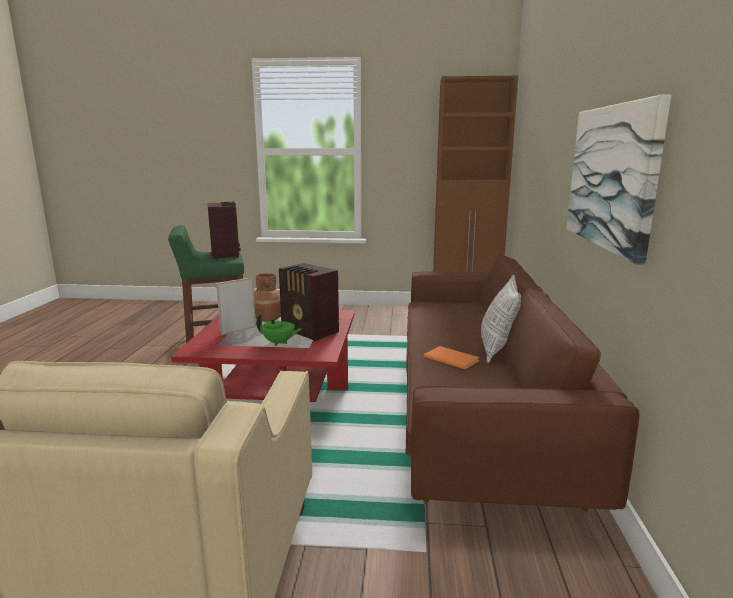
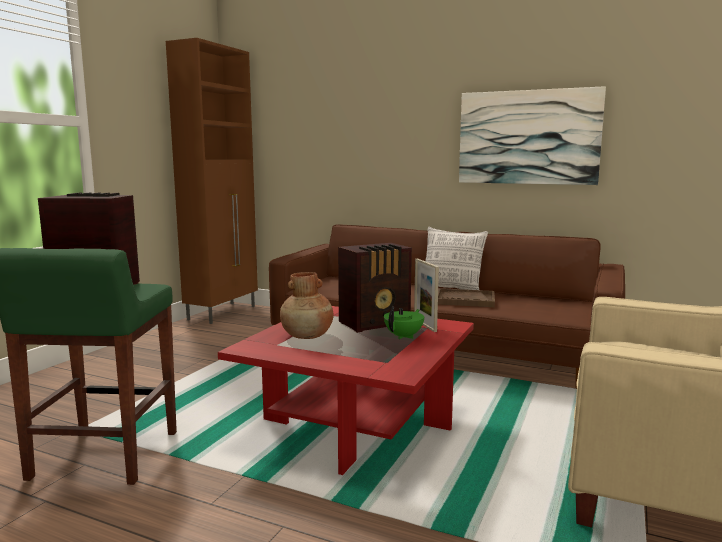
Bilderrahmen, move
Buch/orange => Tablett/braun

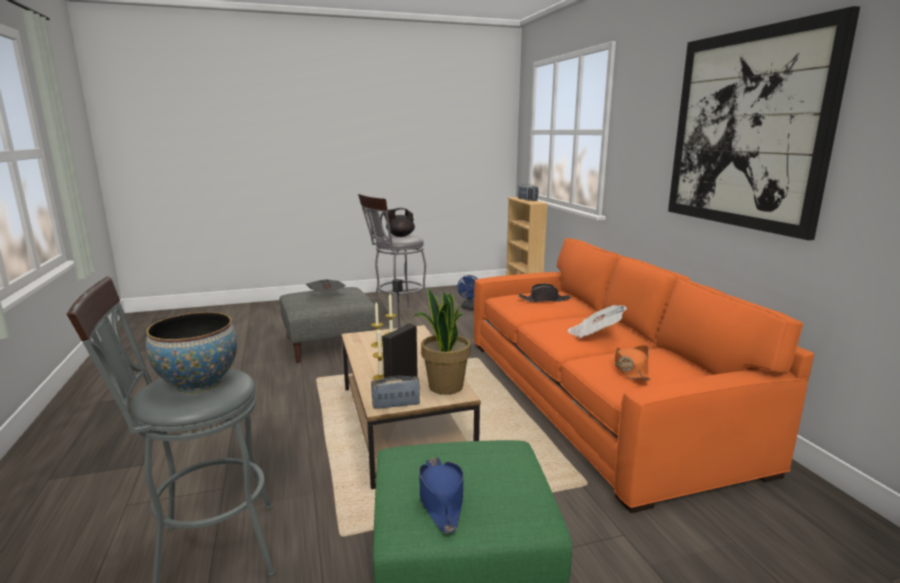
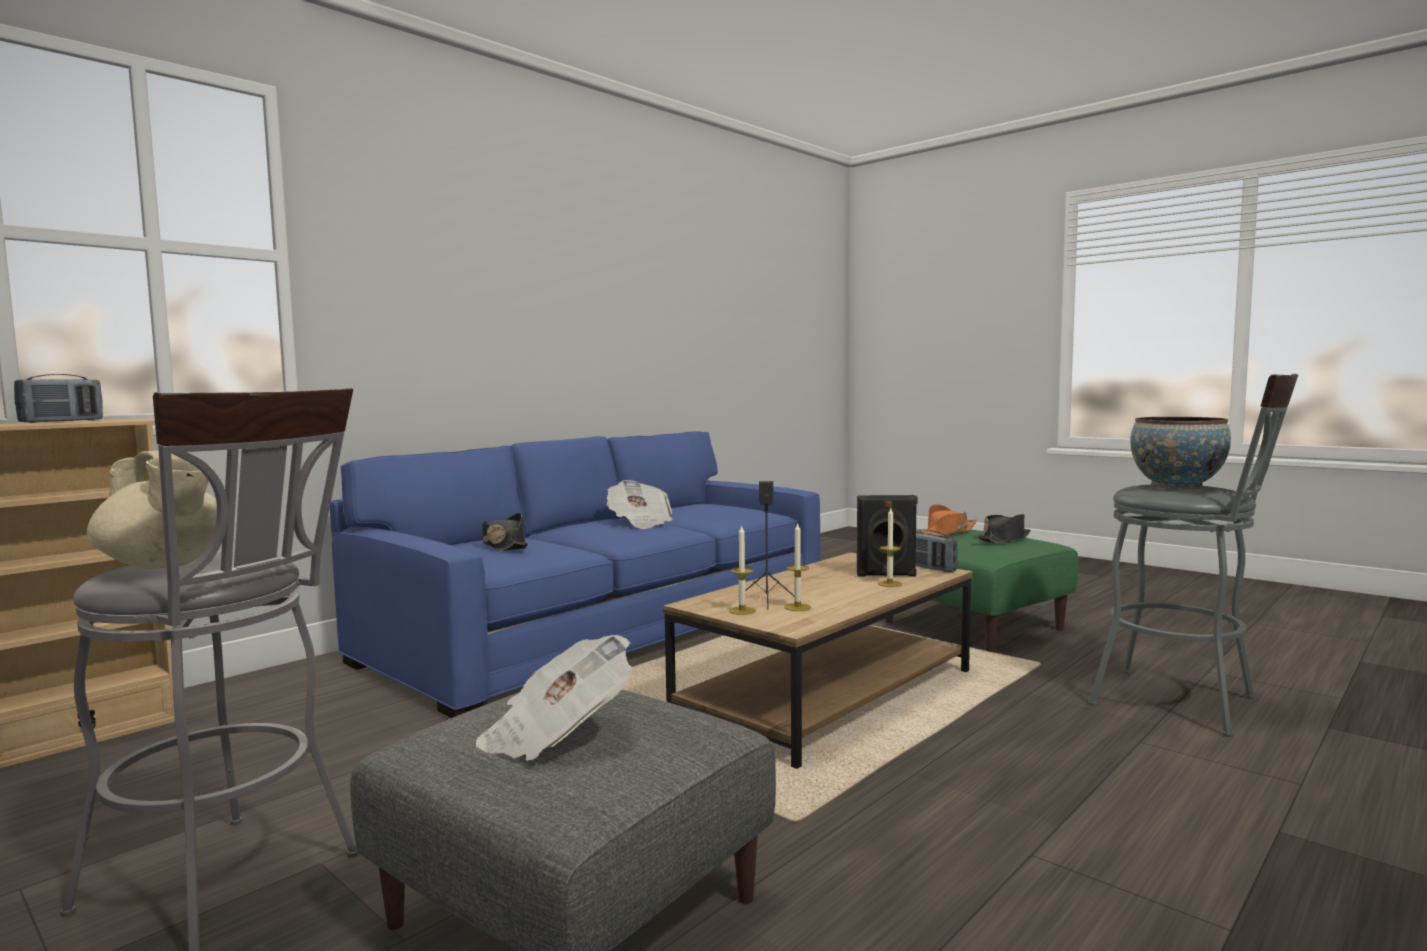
Teekanne/schwarz => Teekanne/beige
Sofa/orange => Sofa/blau
Hut/orange, move
Hut/blau => Hut/schwarz (2nd from left)
Topfpflanze => nothing
Ventilator/blau => nothing
Bild => nothing

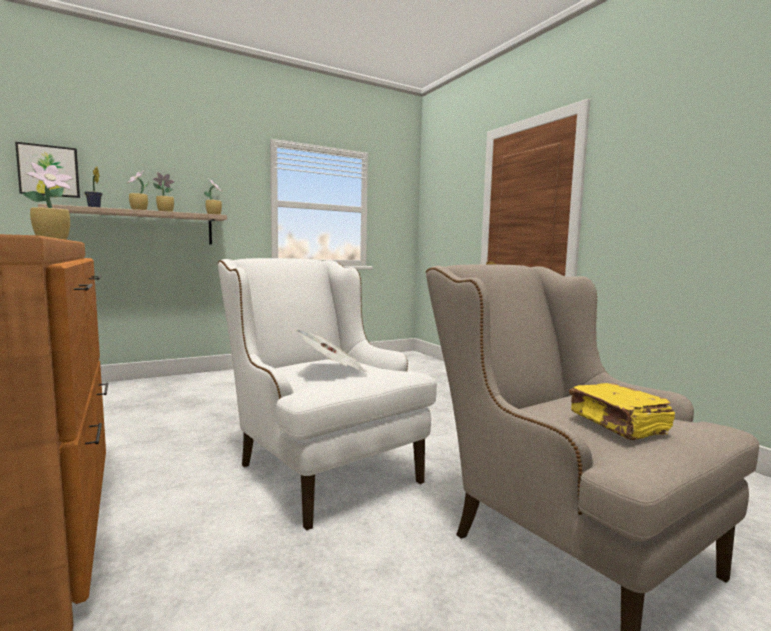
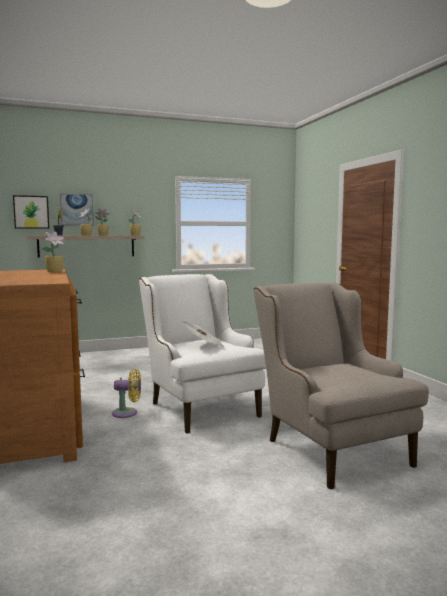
nothing => Bild (2nd from left)
nothing => Ventilator/gelb
Buch/gelb => nothing

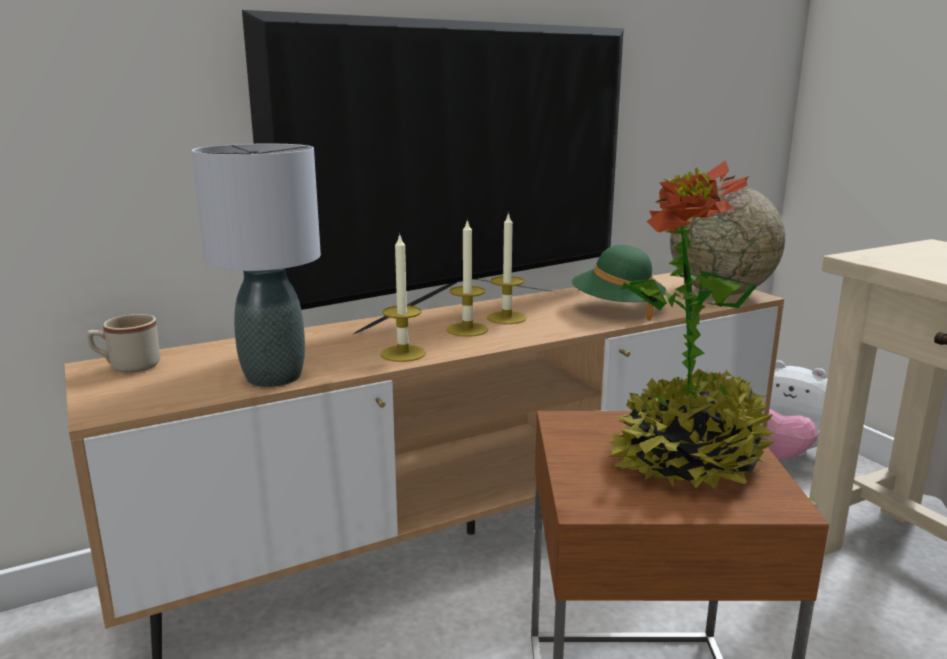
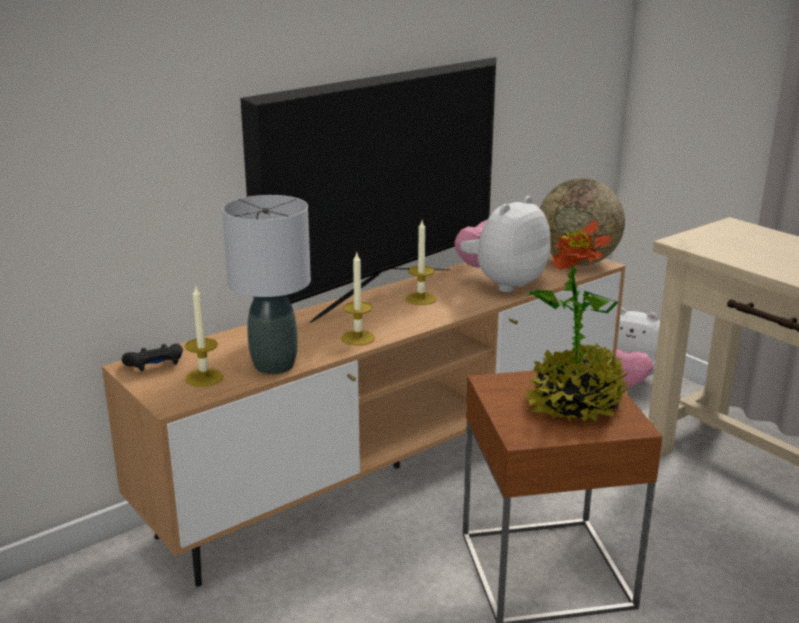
Henkelbecher/beige => Gamepad/schwarz
Kerze (2nd from left in the first image) => Kerze (1st from left), move
Hut/grün => Plüschtier (1st from left)

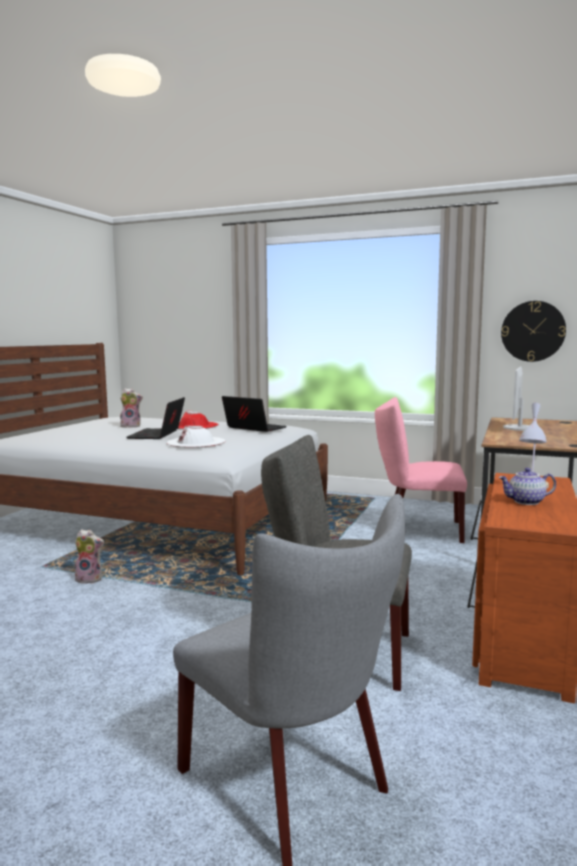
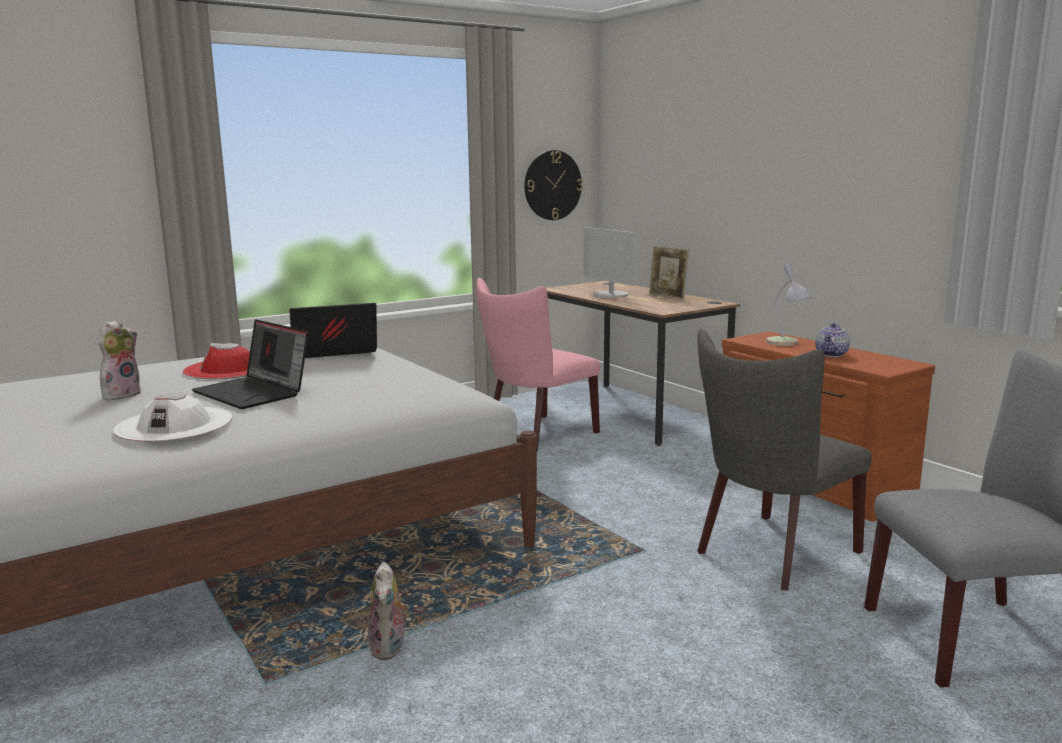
Hut/weiß, move
Plüschtier (1st from left in the first image) => Plüschtier (2nd from left), 135 degrees clockwise
nothing => Bilderrahmen

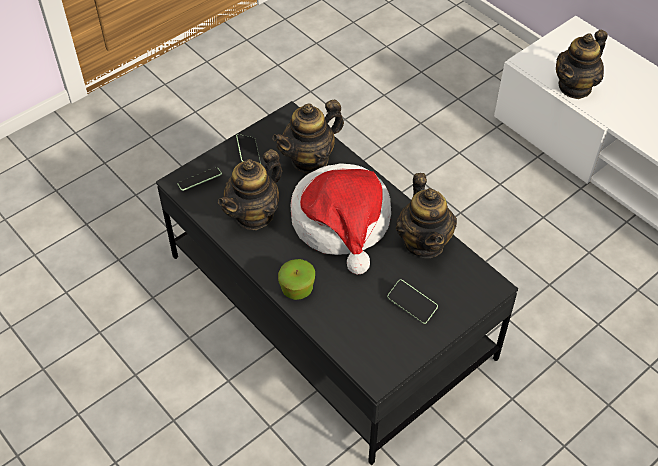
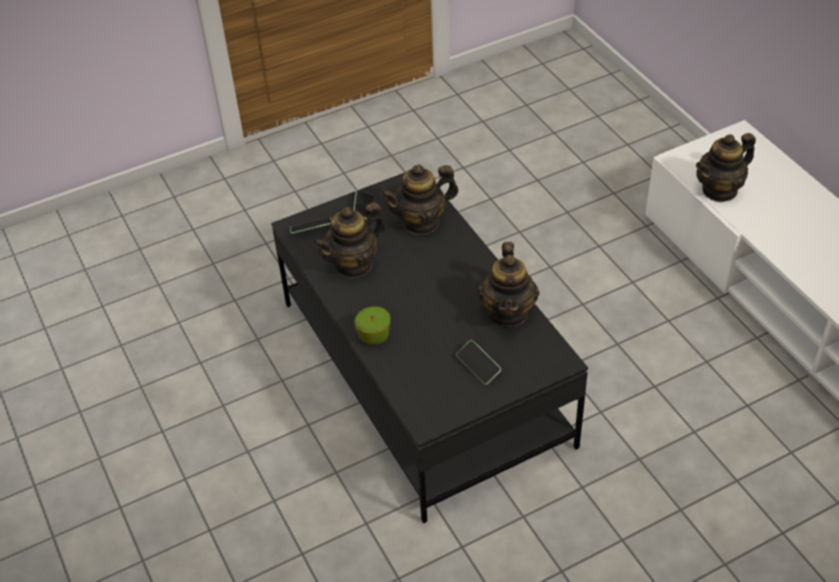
Hut => nothing

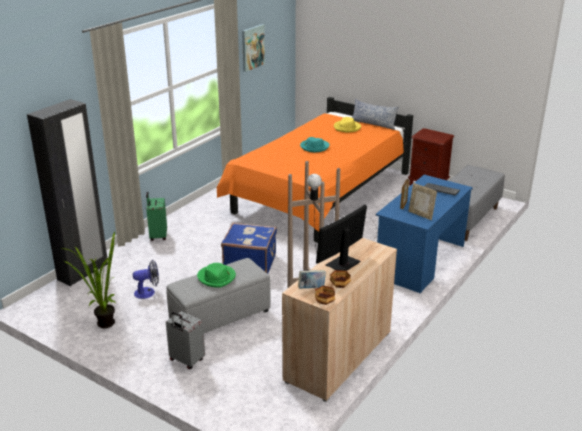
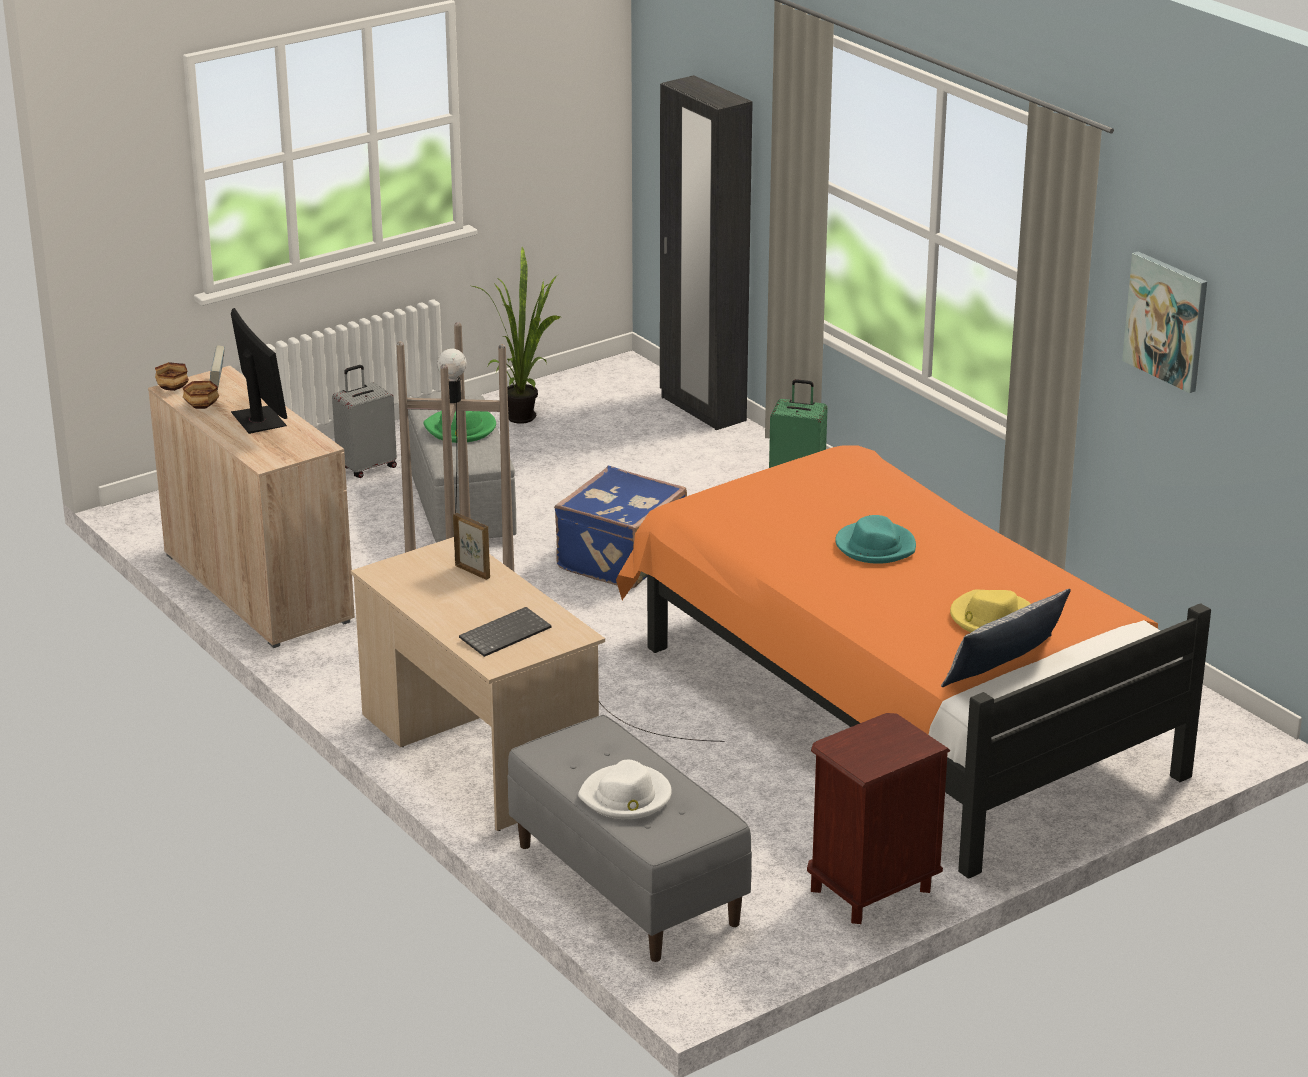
Schreibtisch/blau => Schreibtisch/beige
nothing => Hut/weiß
Ventilator => nothing
Bilderrahmen (2nd from left) => nothing

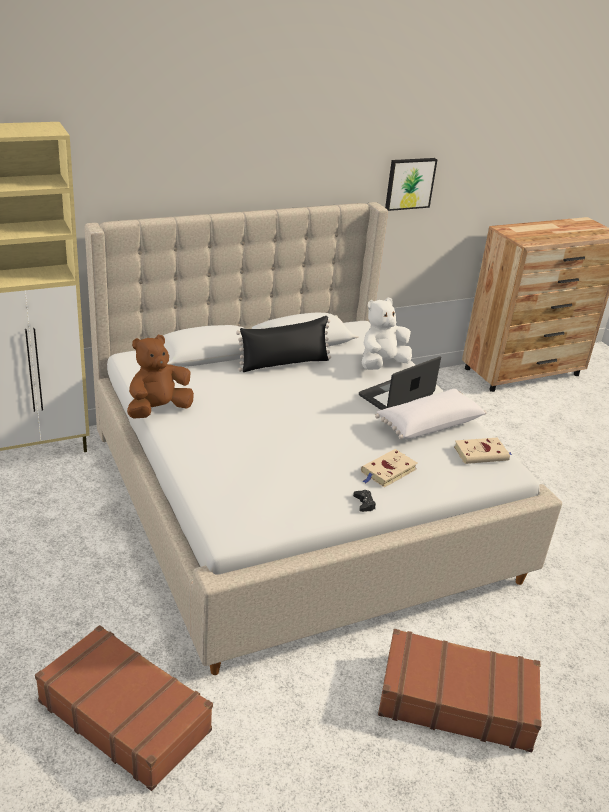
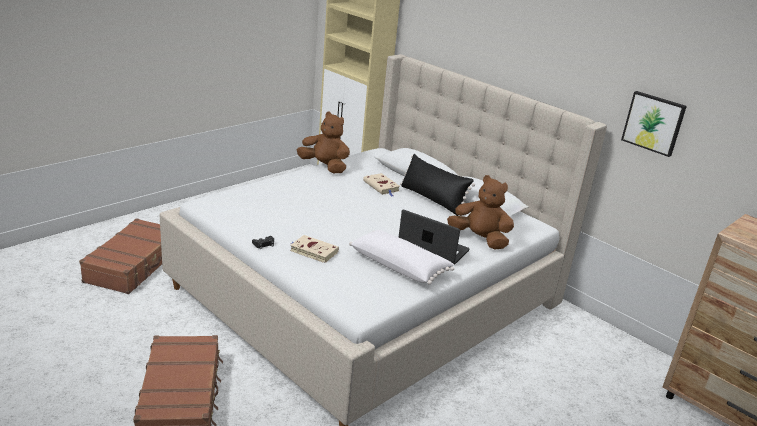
Buch/beige (2nd from left), move
Plüschtier/weiß => Plüschtier/braun (2nd from left)

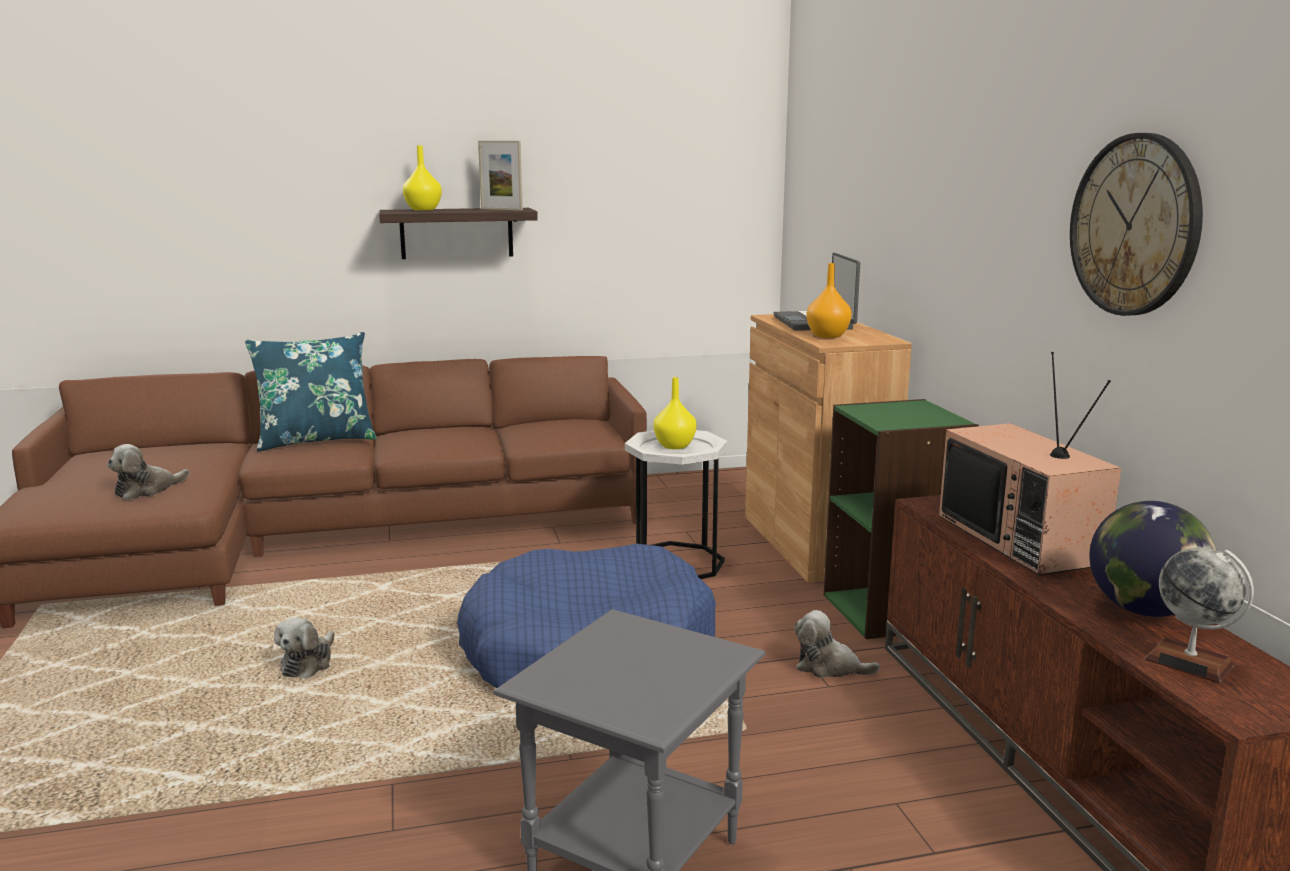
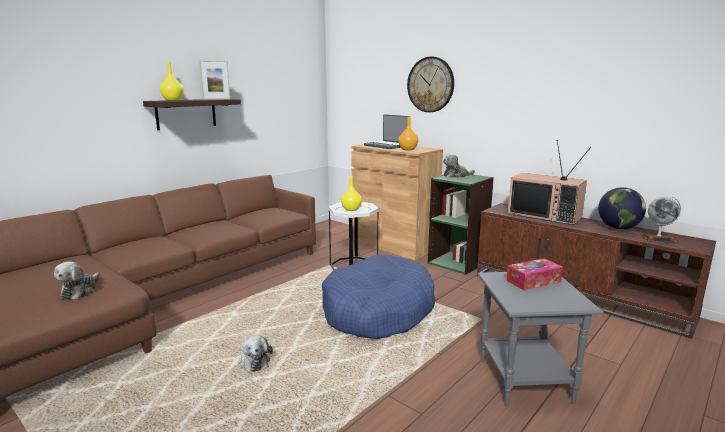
Wanduhr, move
Plüschtier (3rd from left), move
nothing => Taschentuchbox
Kissen/blau => nothing

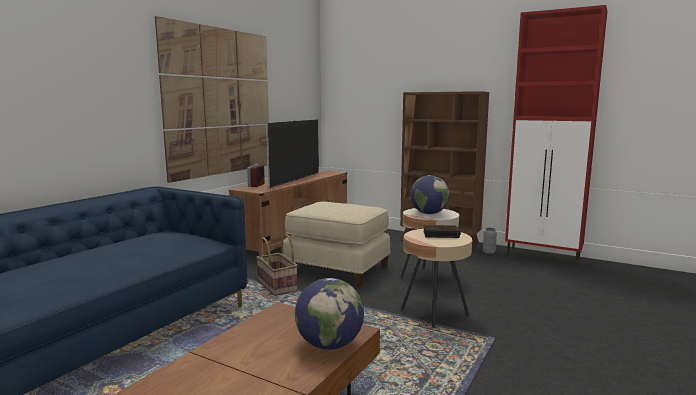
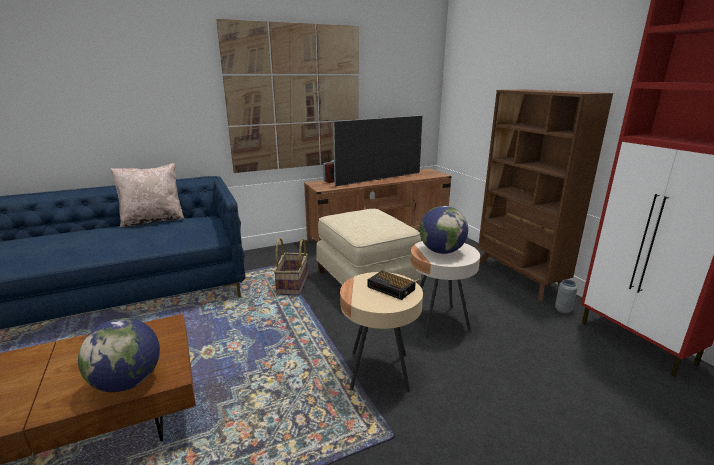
nothing => Kissen/beige

